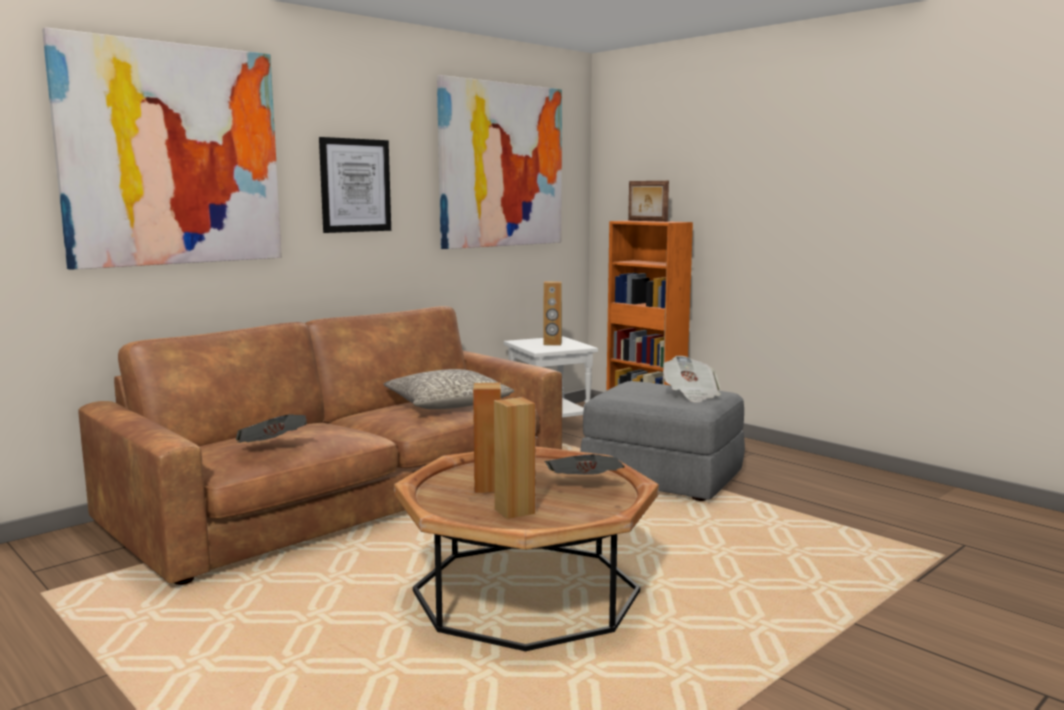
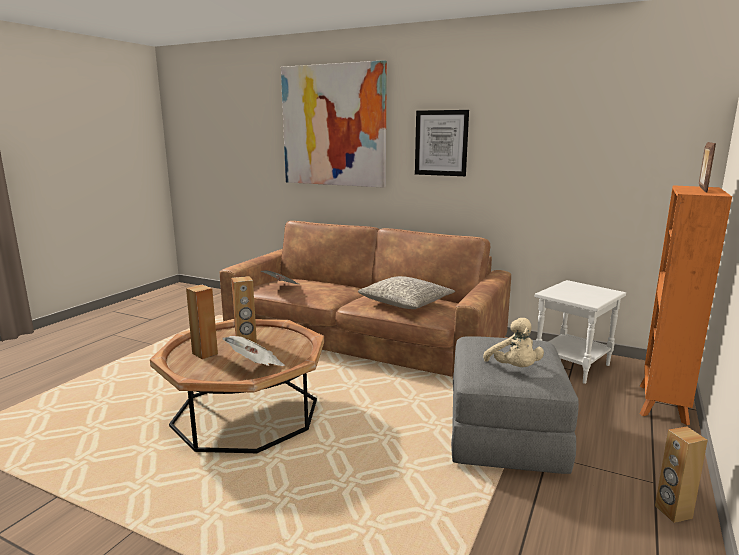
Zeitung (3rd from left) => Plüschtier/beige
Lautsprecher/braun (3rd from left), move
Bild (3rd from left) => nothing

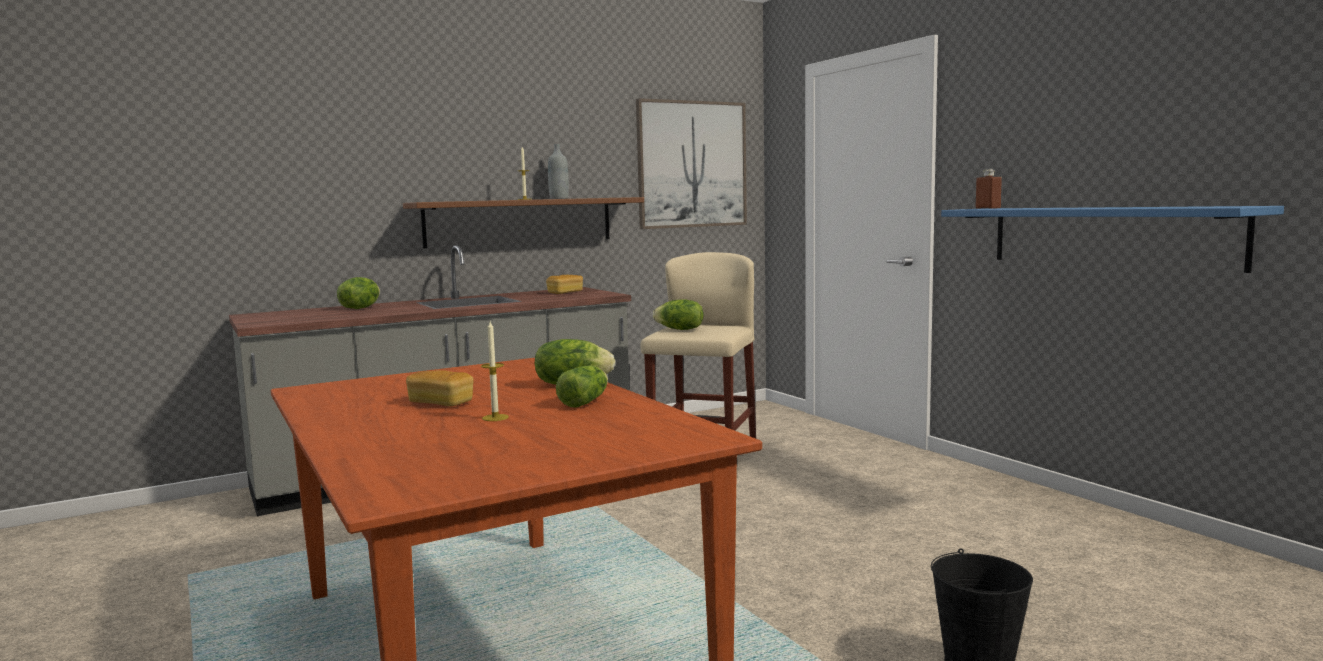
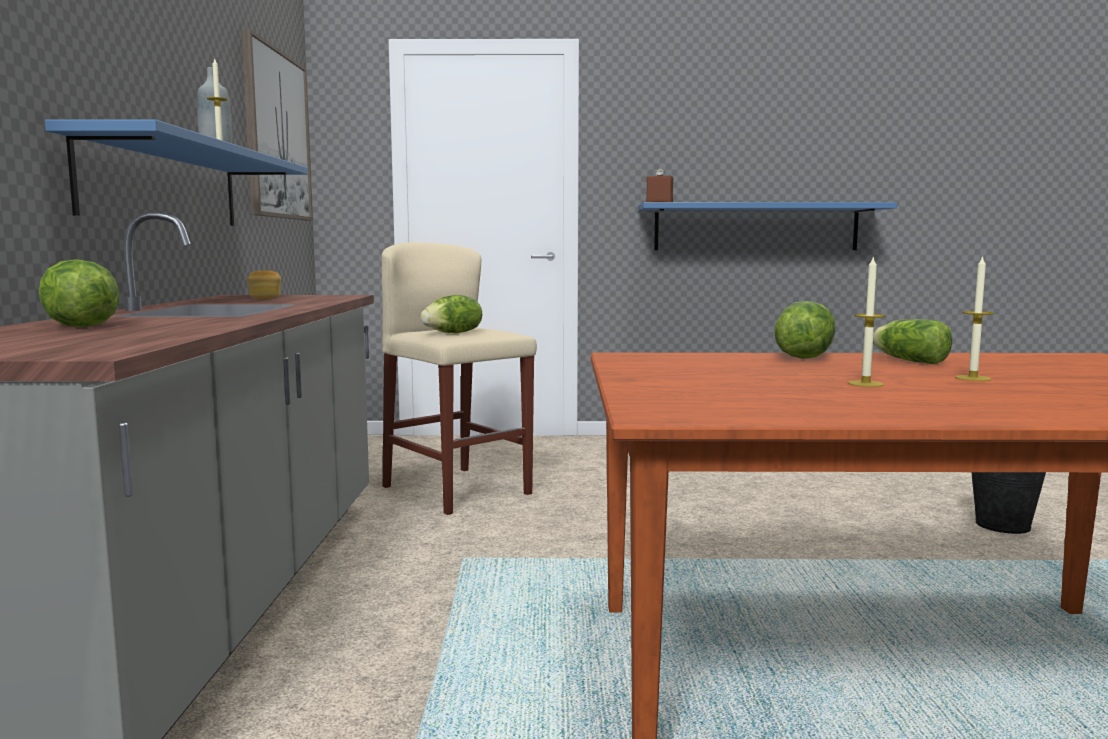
Wandregal/braun => Wandregal/blau (1st from left)
Brot (1st from left) => Kerze (2nd from left)

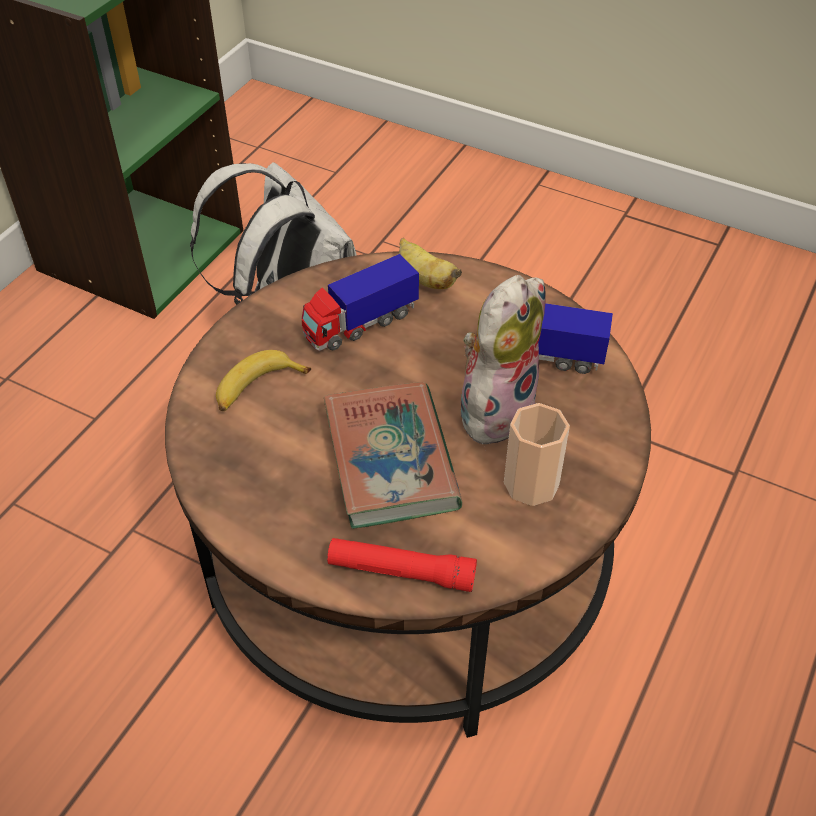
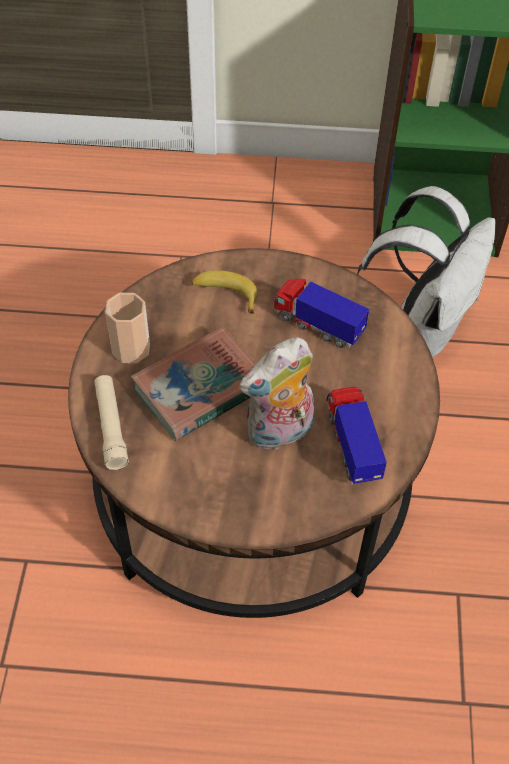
Taschenlampe/rot => Taschenlampe/beige
Tasse, move
Plüschtier, 135 degrees clockwise
Banane (2nd from left) => nothing

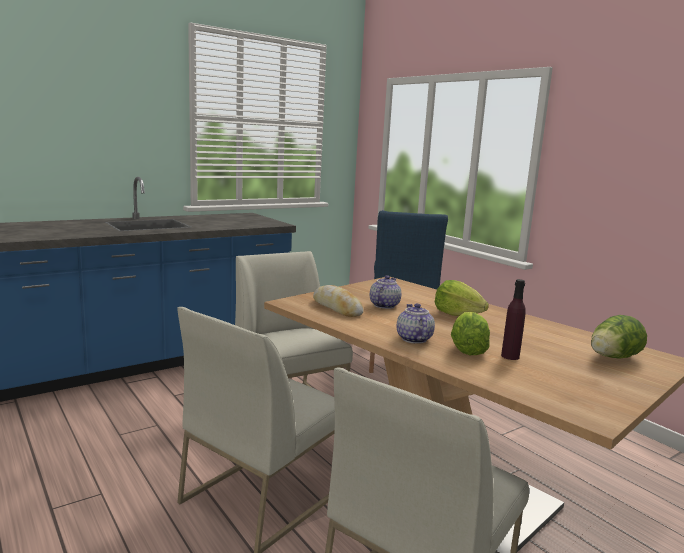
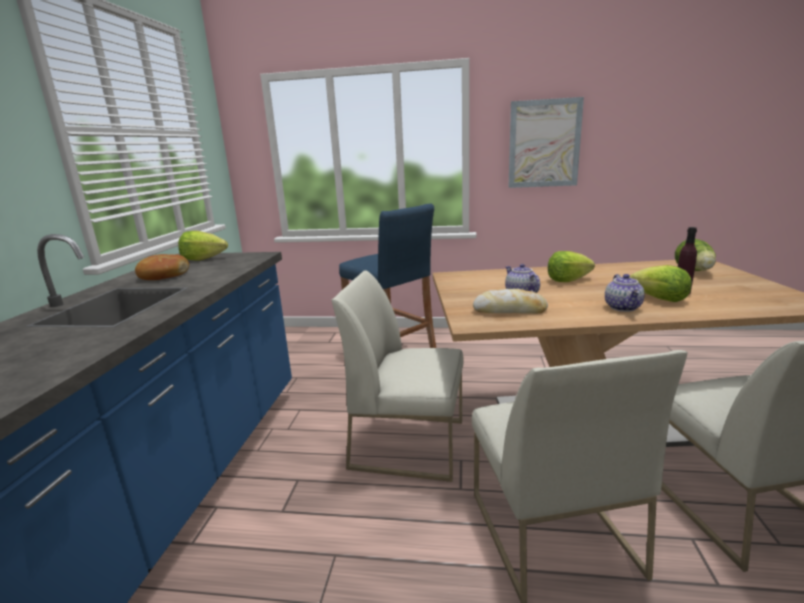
nothing => Brot (1st from left)
nothing => Salatkopf (1st from left)
nothing => Bild
Teekanne (2nd from left), 120 degrees counterclockwise

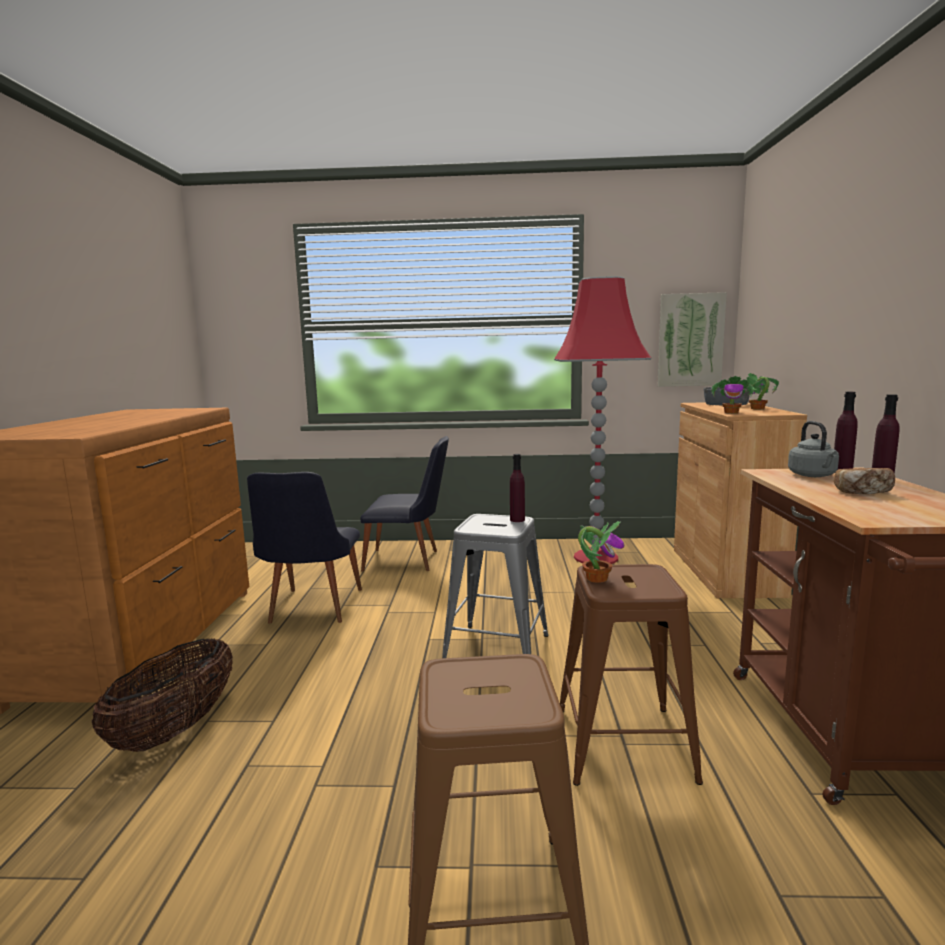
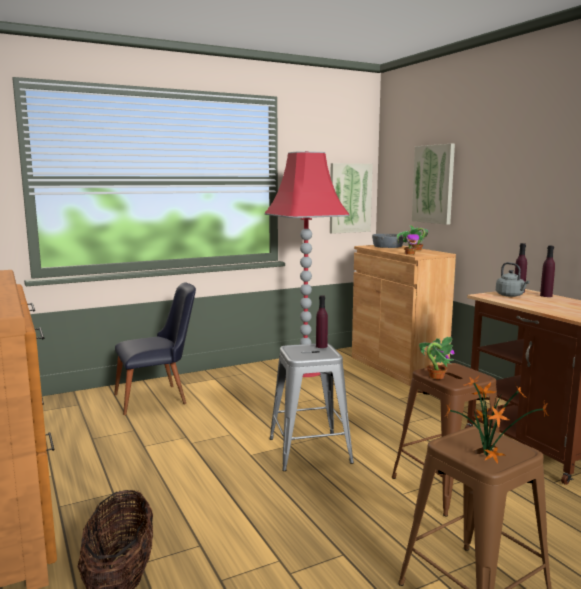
nothing => Bild (2nd from left)
nothing => Topfpflanze (4th from left)
Stuhl/schwarz (1st from left) => nothing
Brot => nothing

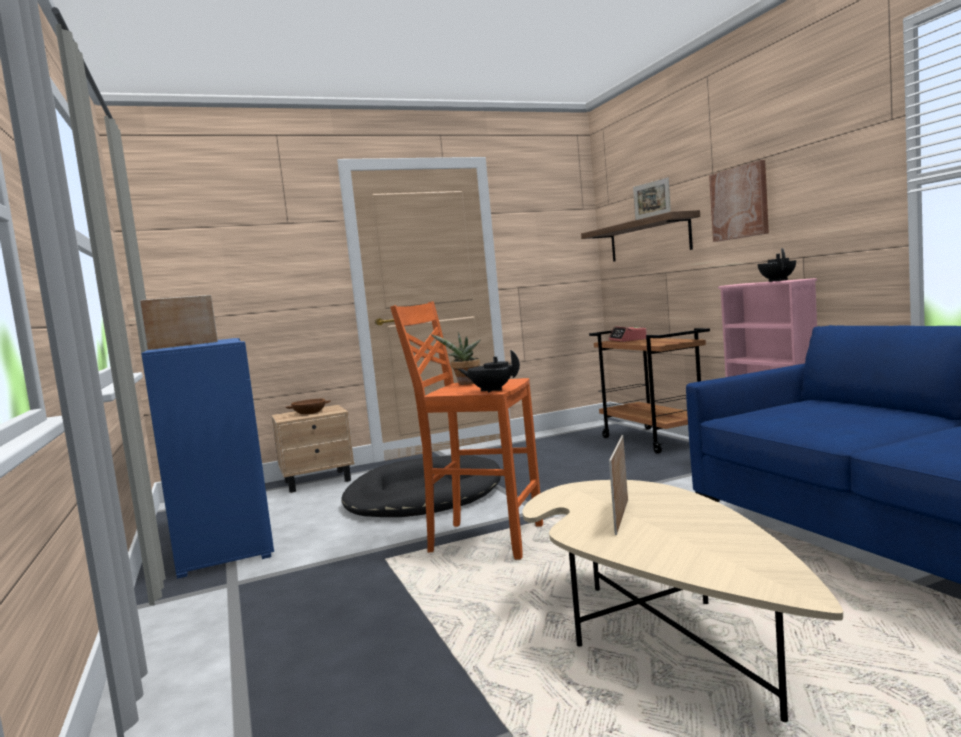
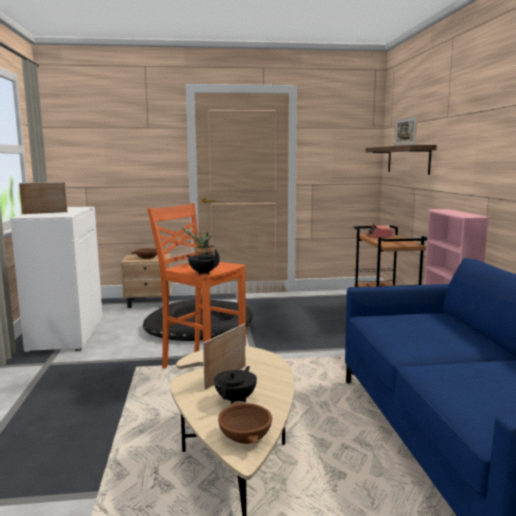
Schrank/blau => Schrank/weiß
Teekanne/schwarz (2nd from left), move
nothing => Schüssel/braun (2nd from left)
Bild => nothing

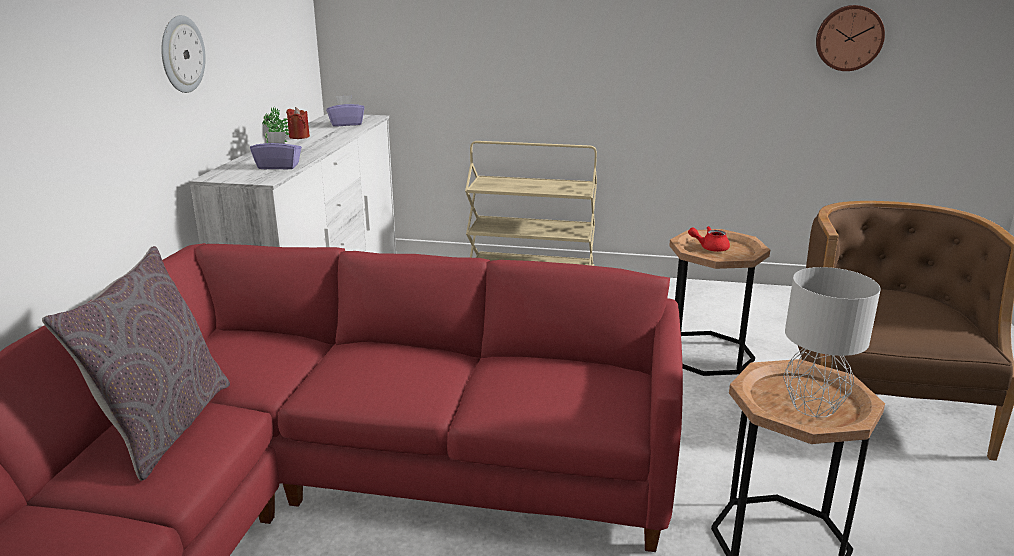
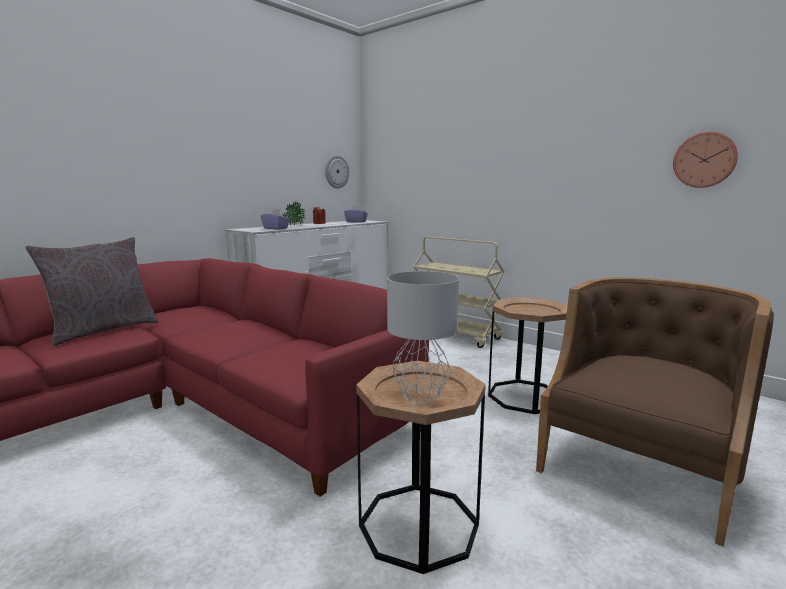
Wanduhr (1st from left), move
Teekanne/rot => nothing

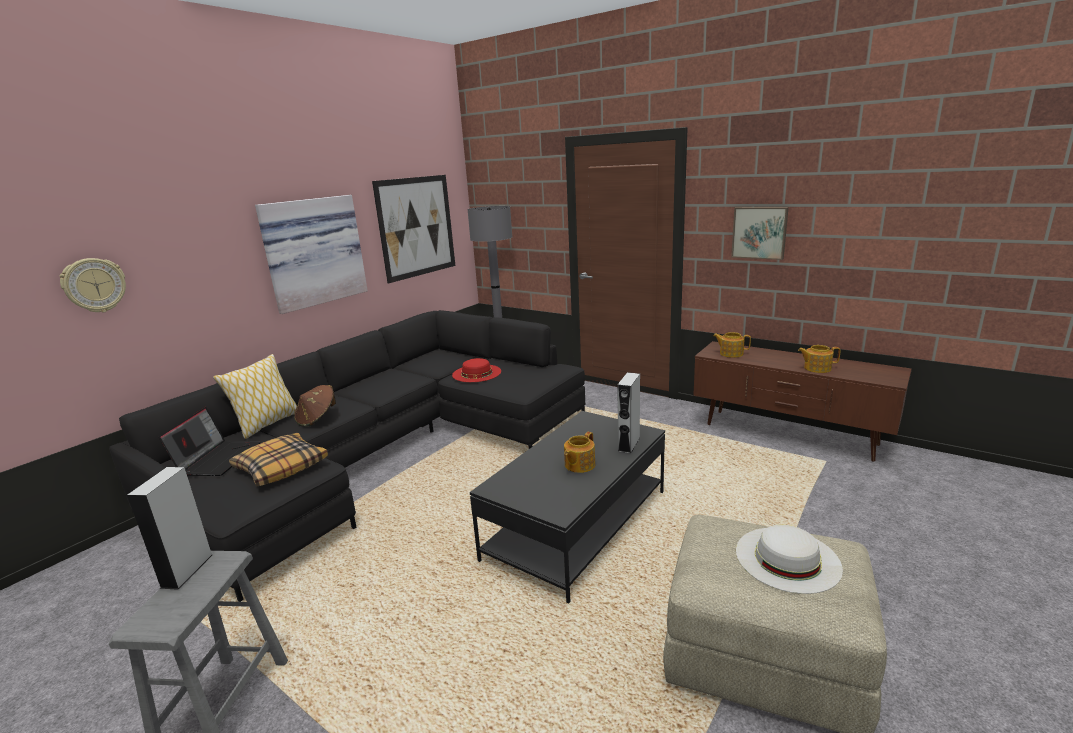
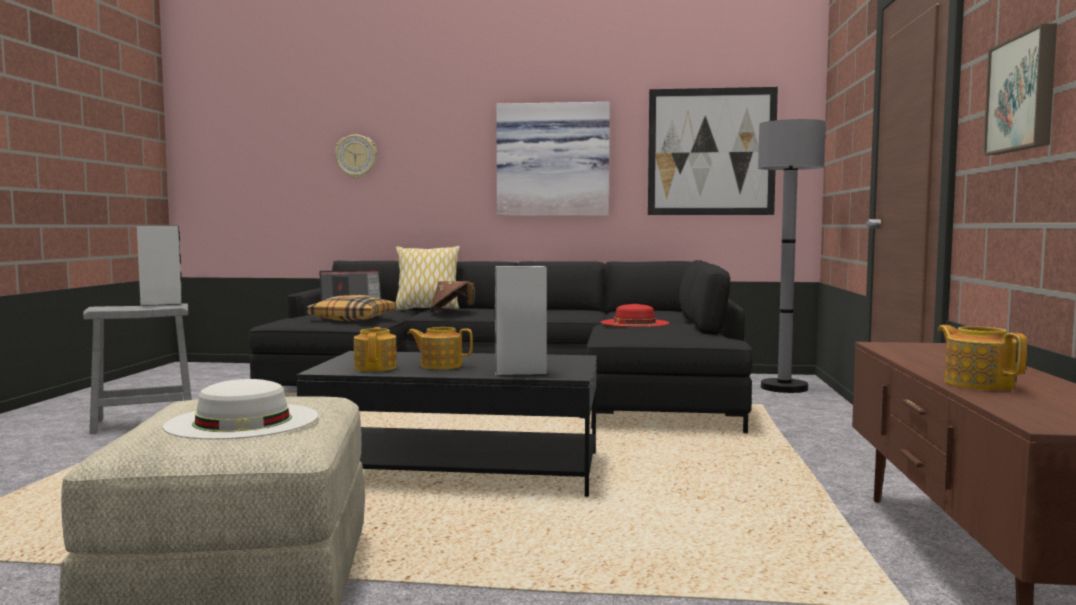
Teekanne (2nd from left in the first image) => Teekanne (1st from left), move

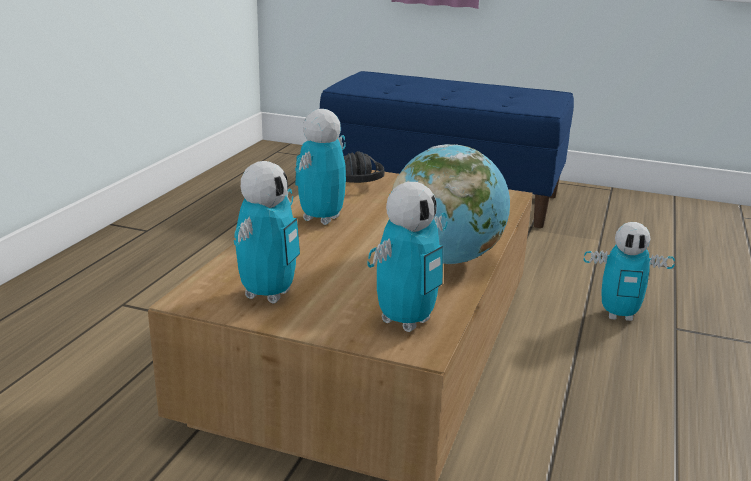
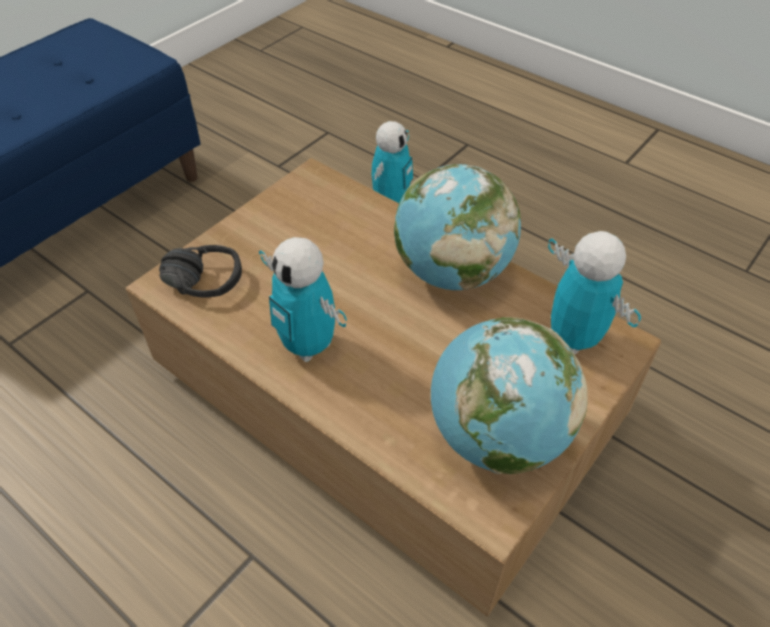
Spielzeugroboter (1st from left) => Globus (2nd from left)

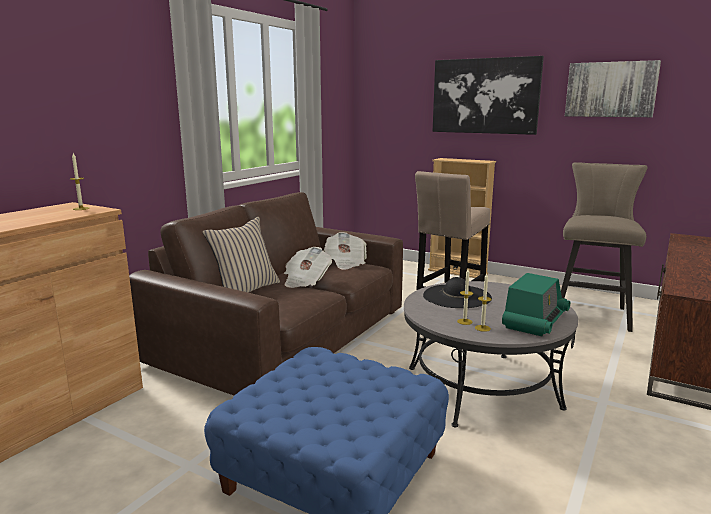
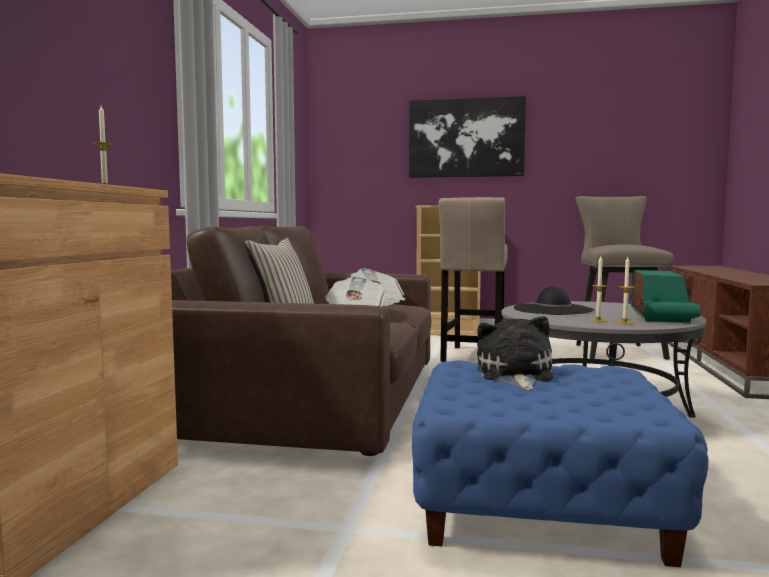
nothing => Plüschtier
Bild (2nd from left) => nothing

